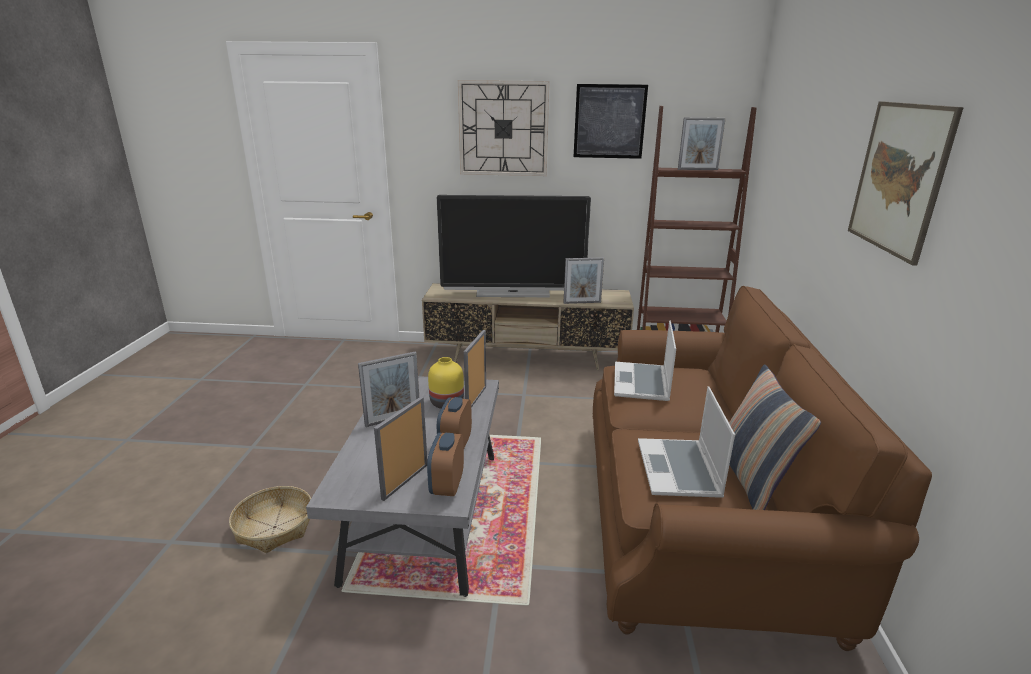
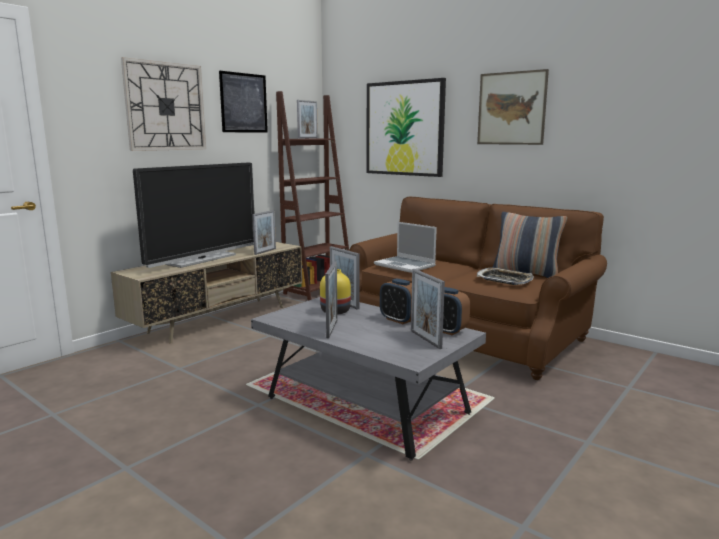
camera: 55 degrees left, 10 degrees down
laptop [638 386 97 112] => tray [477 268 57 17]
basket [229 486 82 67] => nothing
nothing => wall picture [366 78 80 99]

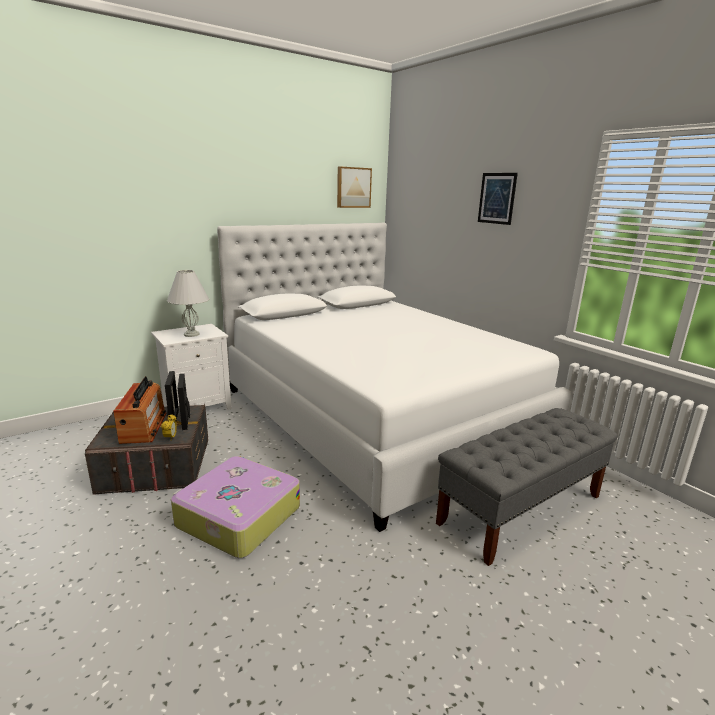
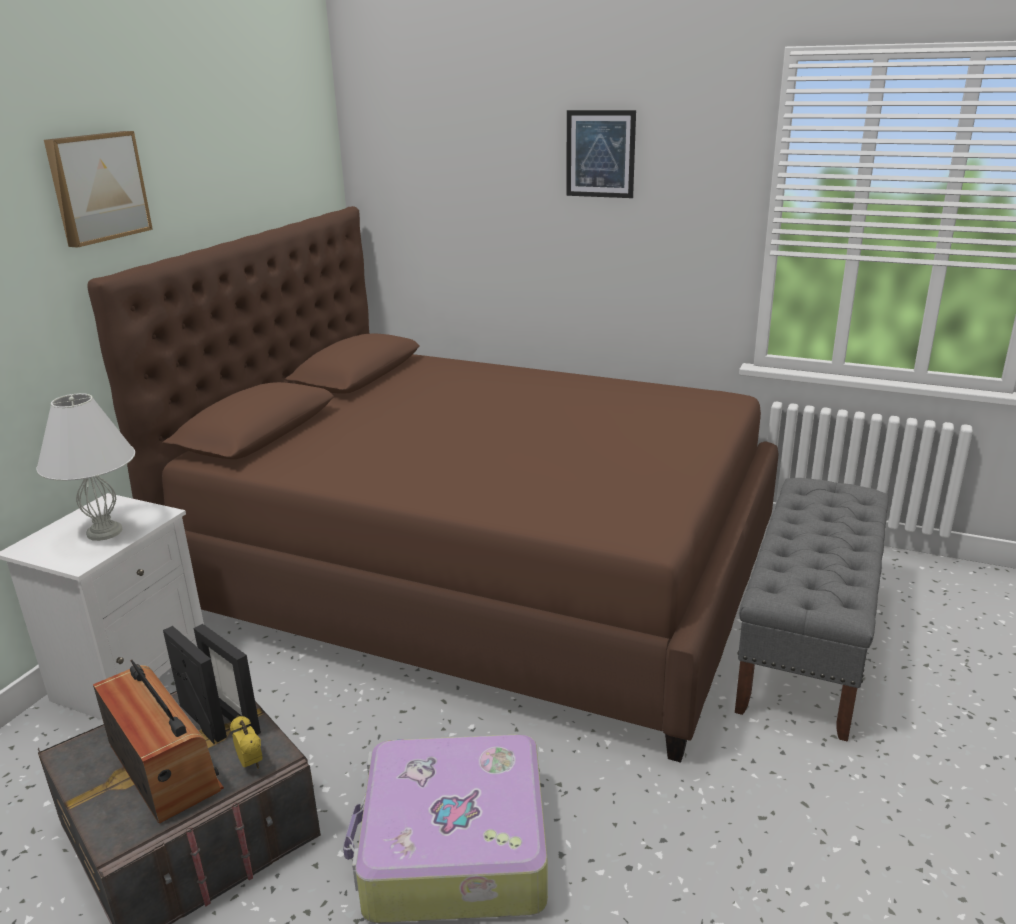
camera: 30 degrees left, 5 degrees up
wall picture [337 167 35 41] => wall picture [44 131 109 117], move
bedroom bed in whitish [217 223 355 309] => bedroom bed in brown-coloured [87 206 692 557]

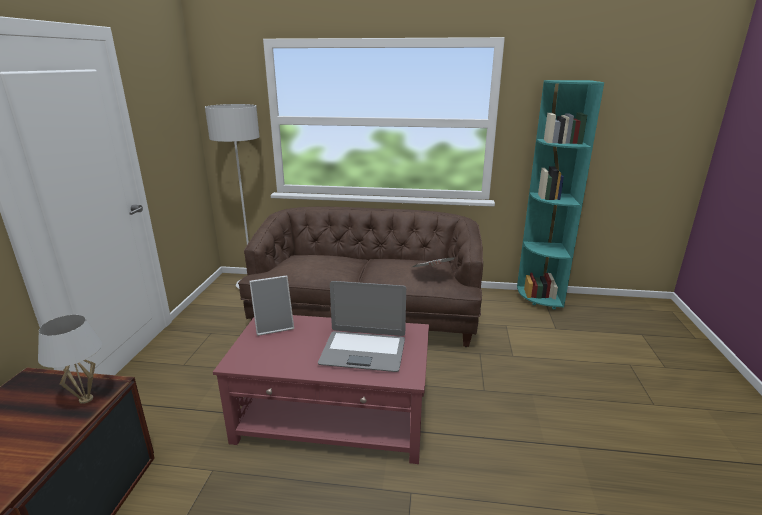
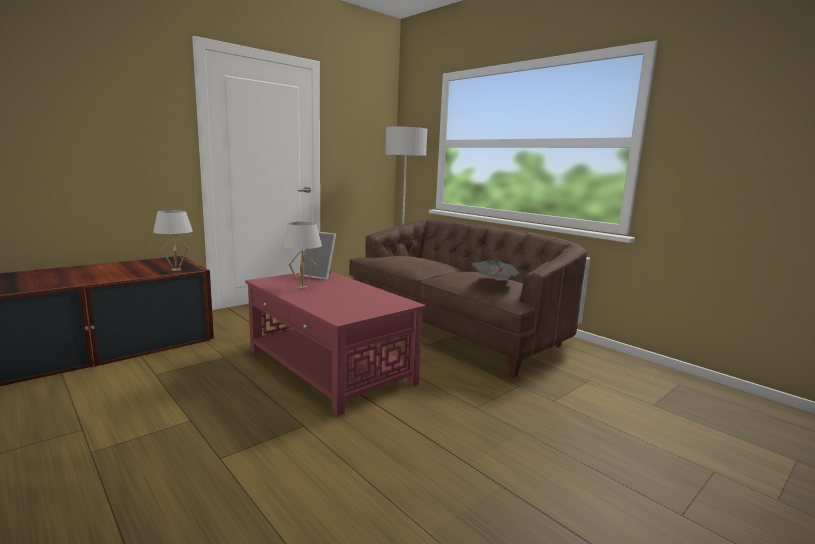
camera: 40 degrees right, 10 degrees down
bookcase in turquoise [517 80 87 230] => nothing
laptop [318 281 88 91] => nothing
nothing => lamp for a table in whitish [282 222 40 67]

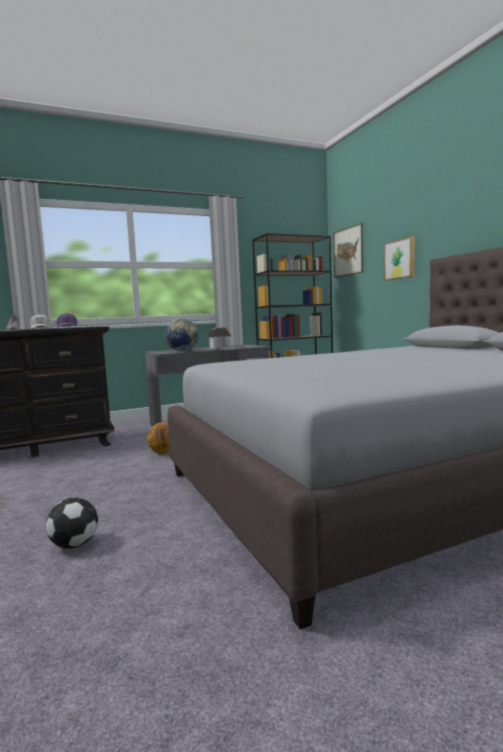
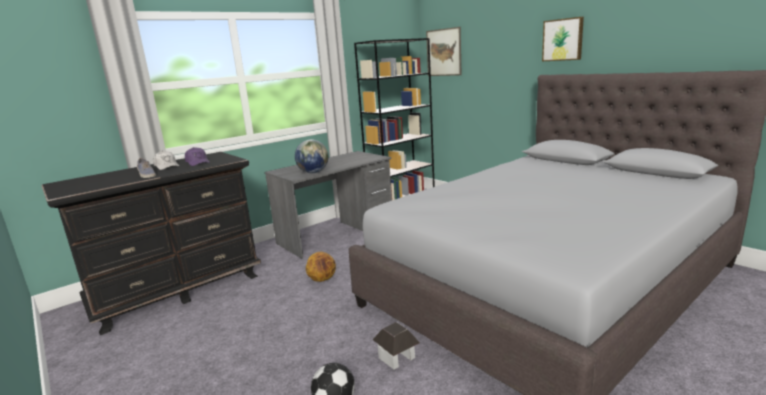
camera: 15 degrees left, 10 degrees up
wall picture [384 237 31 43] => wall picture [542 17 42 44], move
miniature house [207 327 24 22] => miniature house [372 322 48 48], move

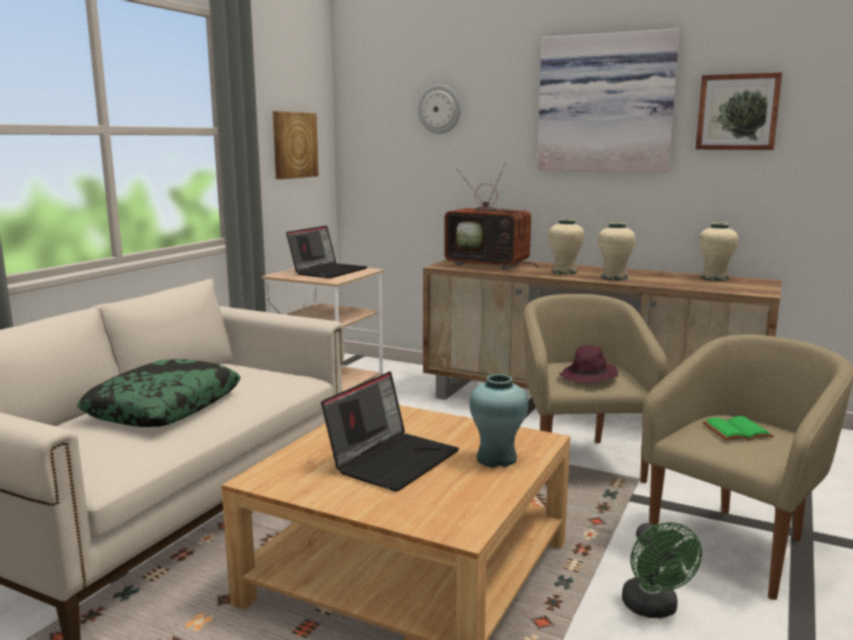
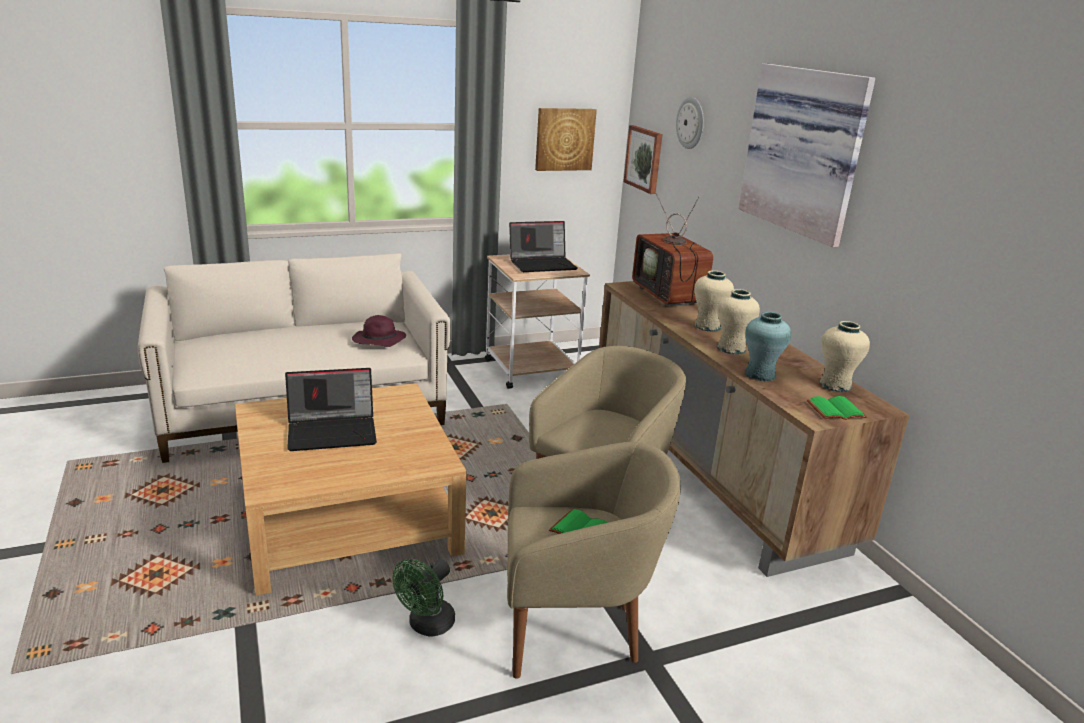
camera: 40 degrees right, 10 degrees up
wall picture [696 72 86 78] => wall picture [624 125 39 69], move
clothing hat in purple [558 345 60 38] => clothing hat in purple [352 315 54 32], move
pillow [77 359 164 68] => nothing
flower vase in turquoise [470 374 58 94] => flower vase in turquoise [745 312 46 69], move
nothing => volume in greenish [807 396 60 24]

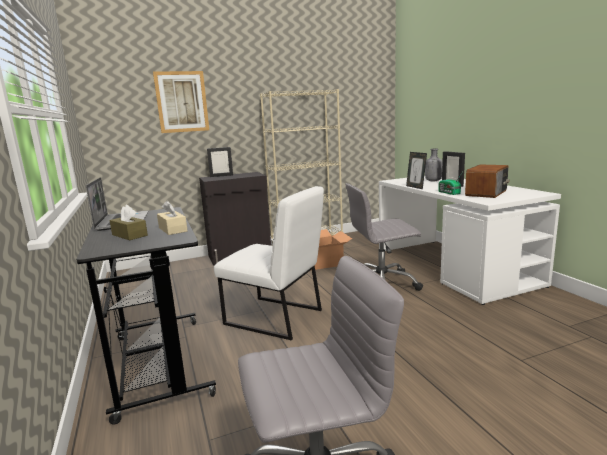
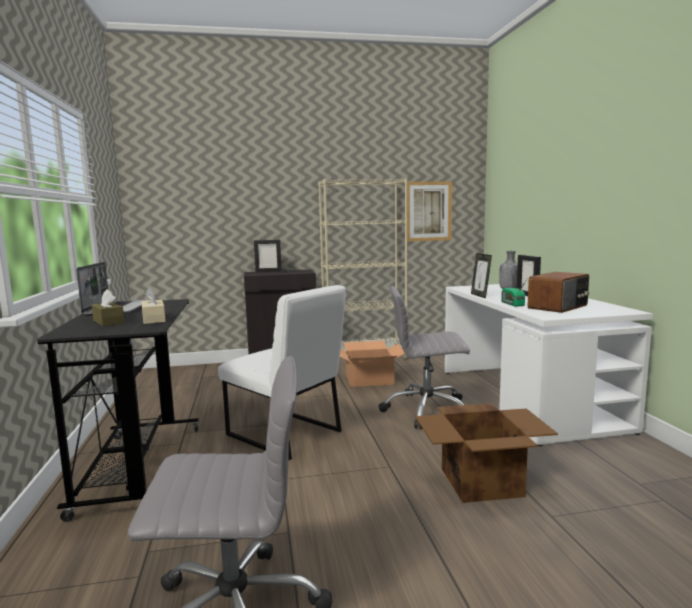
camera: 10 degrees right, 5 degrees down
wall picture [153 71 56 62] => wall picture [407 181 45 61], move
nothing => carton [415 403 143 100]

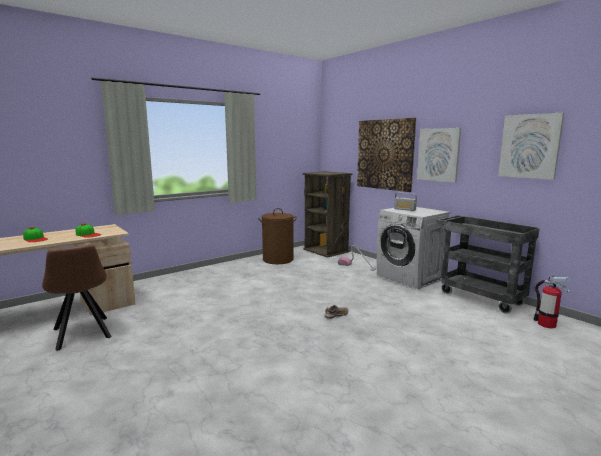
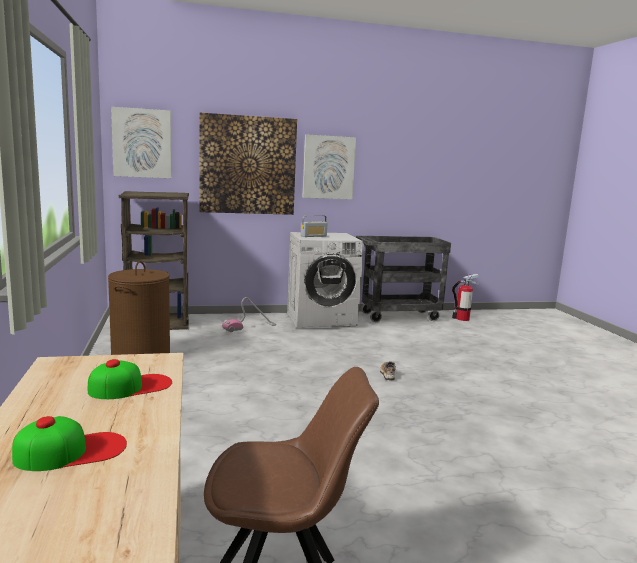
camera: 65 degrees left, 0 degrees up
wall picture [498 113 66 67] => wall picture [111 107 60 71], move

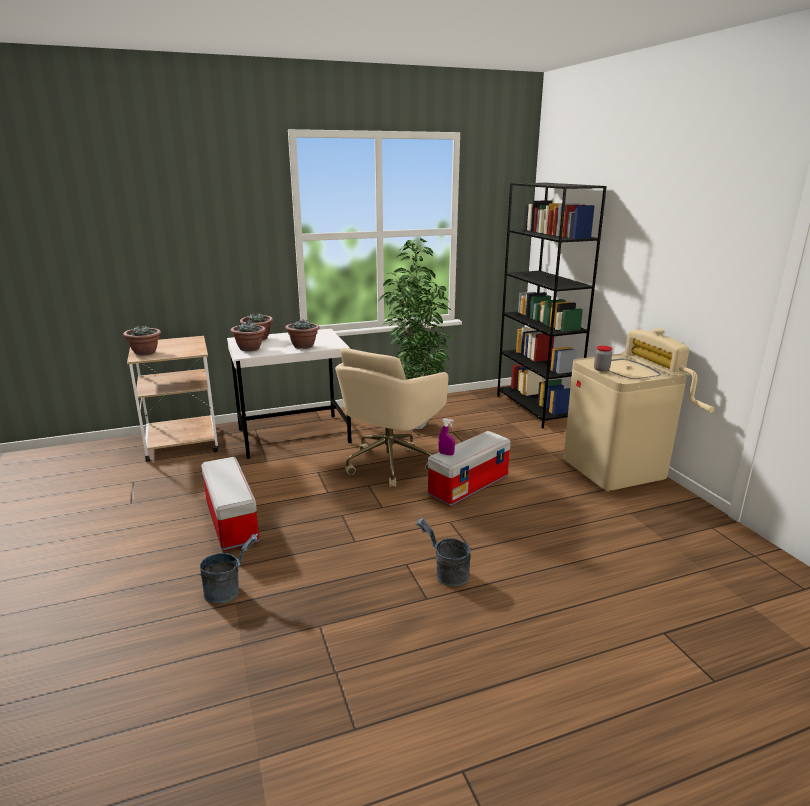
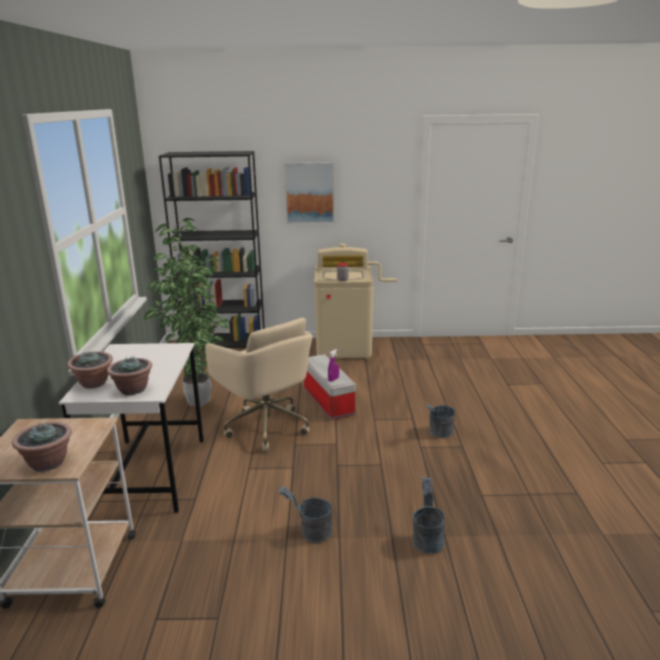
camera: 70 degrees left, 0 degrees up
houseplant [285 320 35 29] => nothing
storage container [201 457 58 94] => bucket in greyish [278 486 54 57]
nothing => wall picture [284 162 50 62]

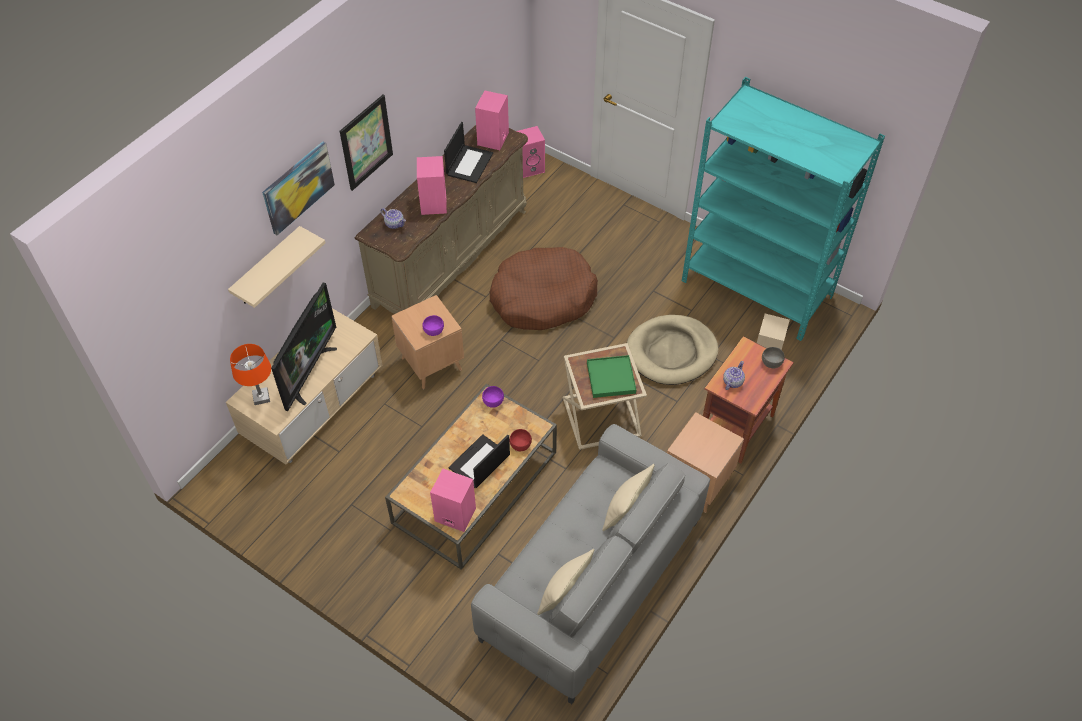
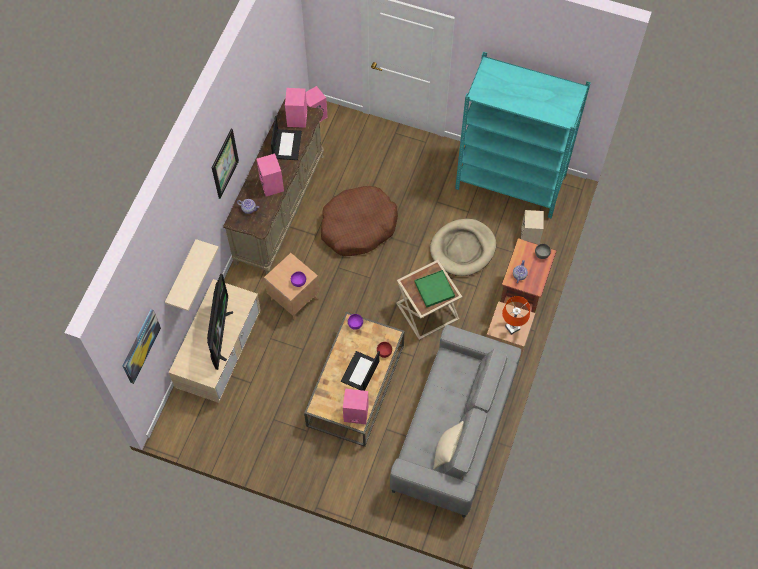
camera: 15 degrees left, 10 degrees up
wall picture [262 142 73 93] => wall picture [123 309 38 75], move
lamp for a table in orange-coloured [230 344 41 61] => lamp for a table in orange-coloured [502 296 28 39], move
pillow in sand-coloured [602 464 53 67] => nothing

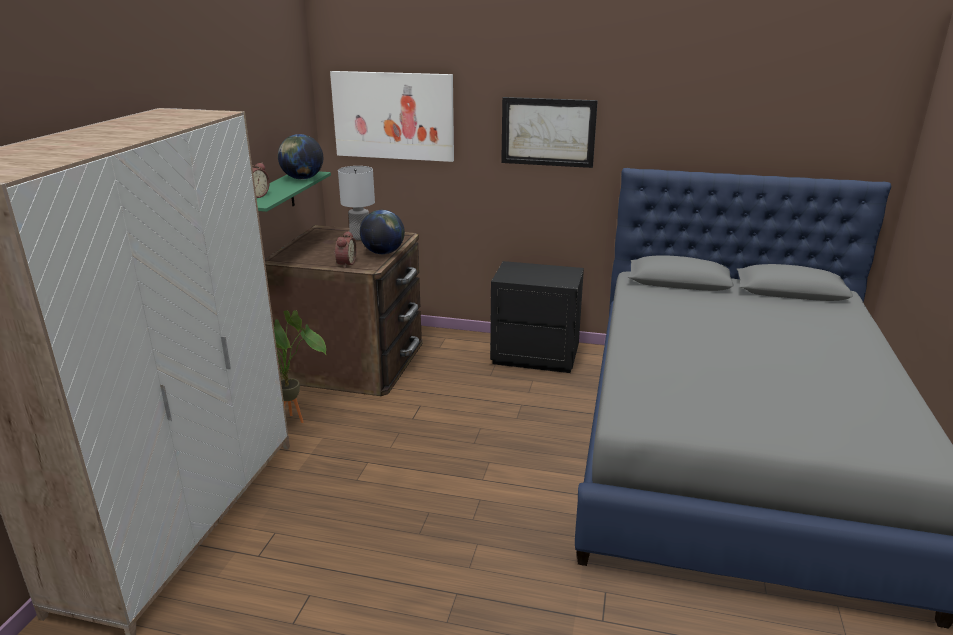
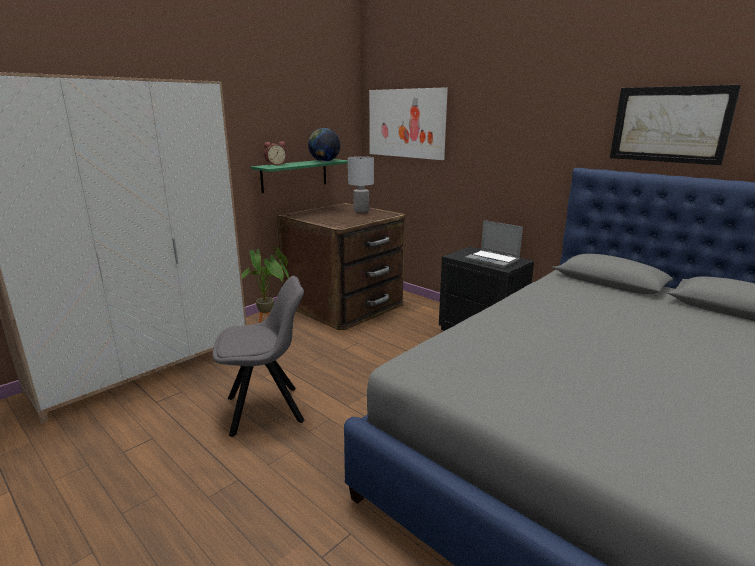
camera: 30 degrees right, 5 degrees down
wall picture [501 97 97 71] => wall picture [610 85 131 80], move
desk globe [360 210 45 44] => nothing
bedside clock [334 231 23 37] => nothing
nothing => laptop [465 220 58 48]
nothing => plain chair in greyish [213 276 92 161]

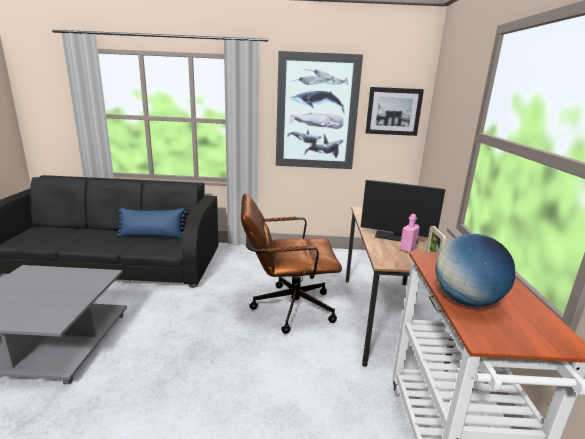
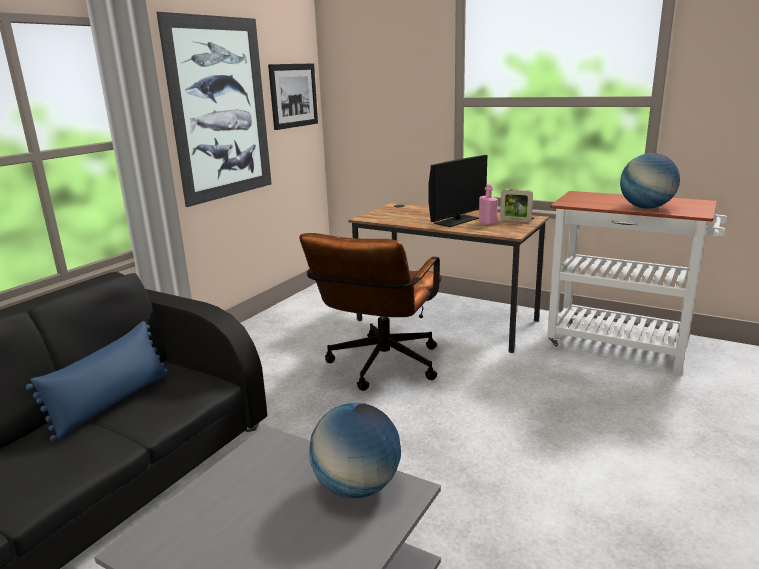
camera: 60 degrees left, 0 degrees up
nothing => desk globe [309 403 92 95]

